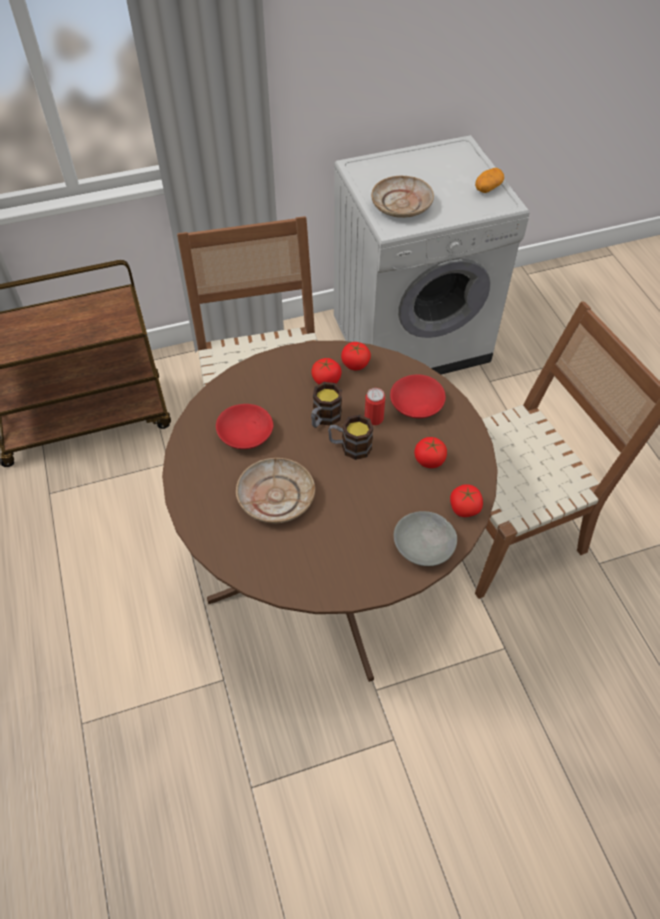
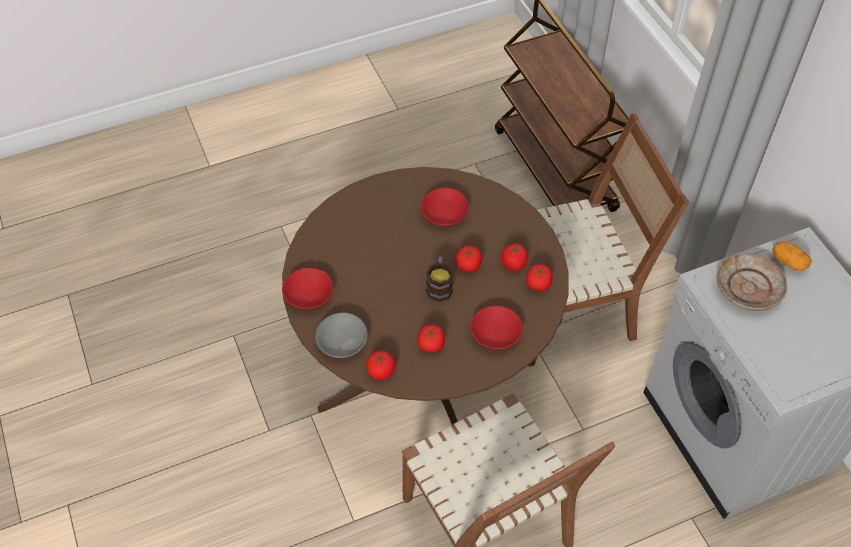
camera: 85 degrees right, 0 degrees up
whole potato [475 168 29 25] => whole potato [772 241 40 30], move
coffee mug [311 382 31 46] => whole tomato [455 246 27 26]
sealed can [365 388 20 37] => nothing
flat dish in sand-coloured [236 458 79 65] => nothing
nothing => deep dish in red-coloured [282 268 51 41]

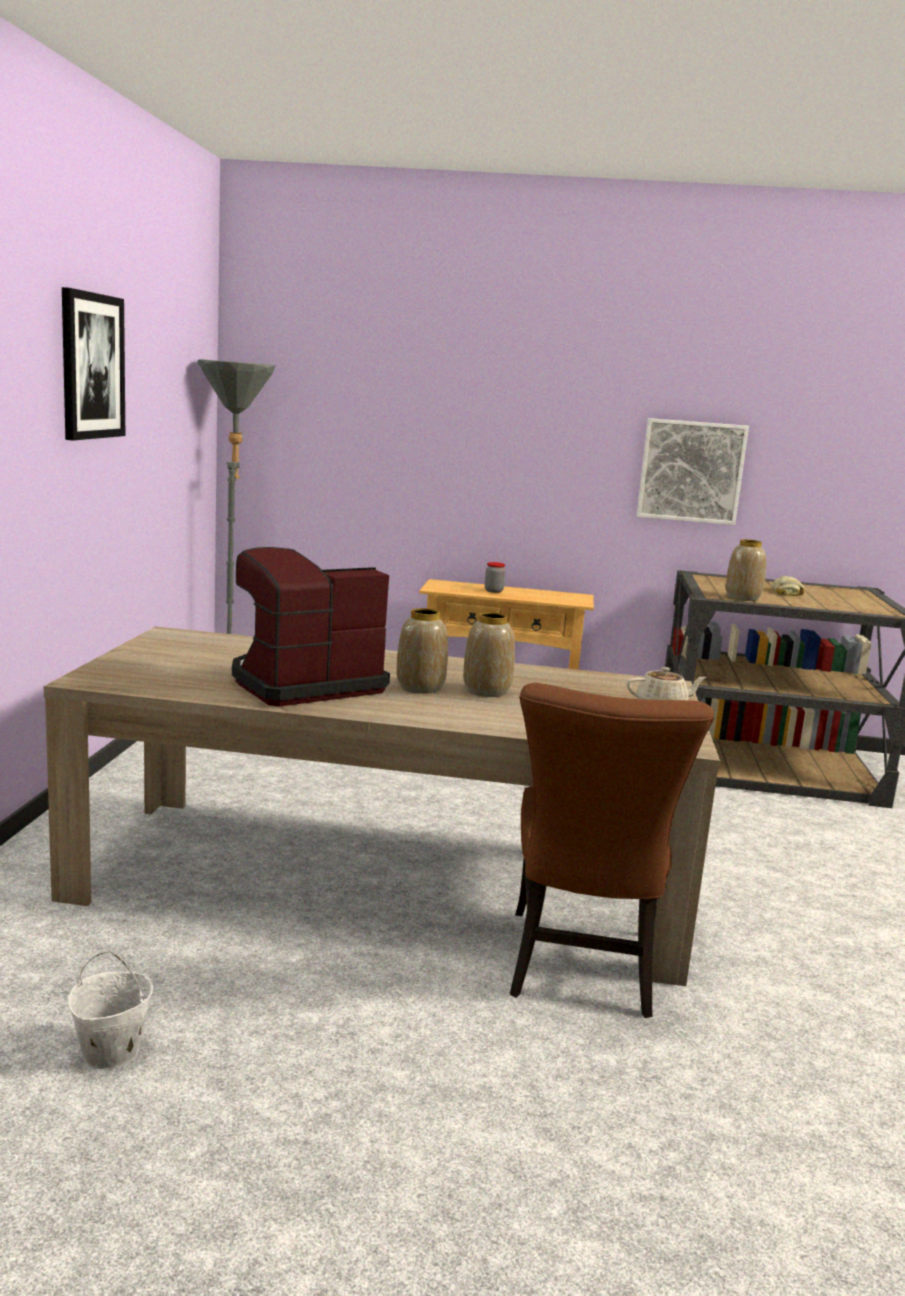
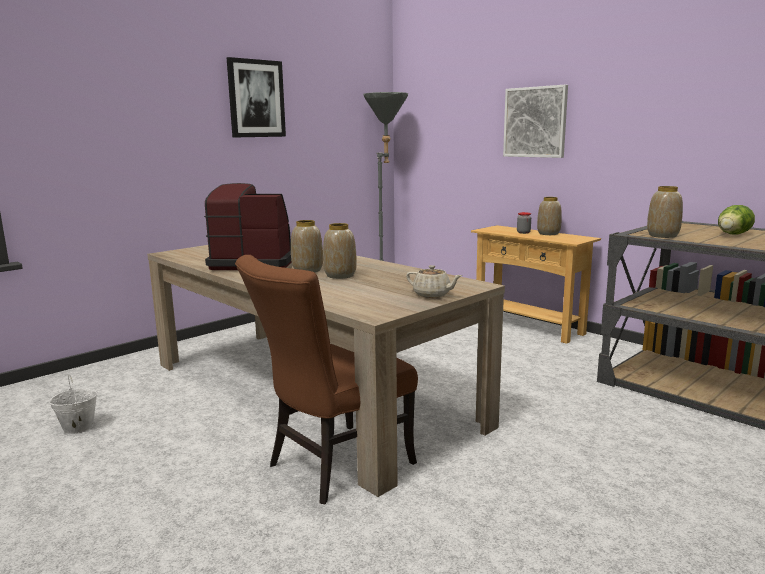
camera: 40 degrees right, 0 degrees up
wall picture [637 418 112 107] => wall picture [503 85 65 73], move
bread [772 576 33 20] => head of lettuce [718 205 37 30]
nothing => flower vase [537 197 25 38]

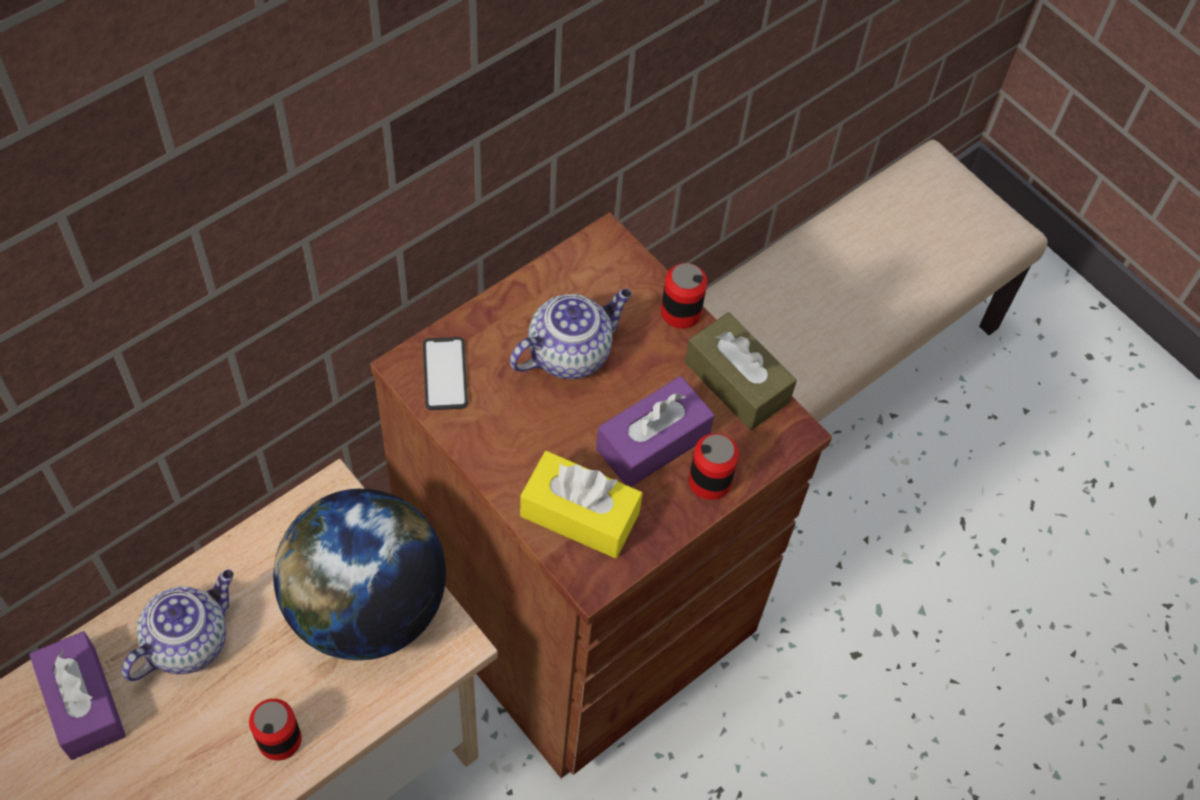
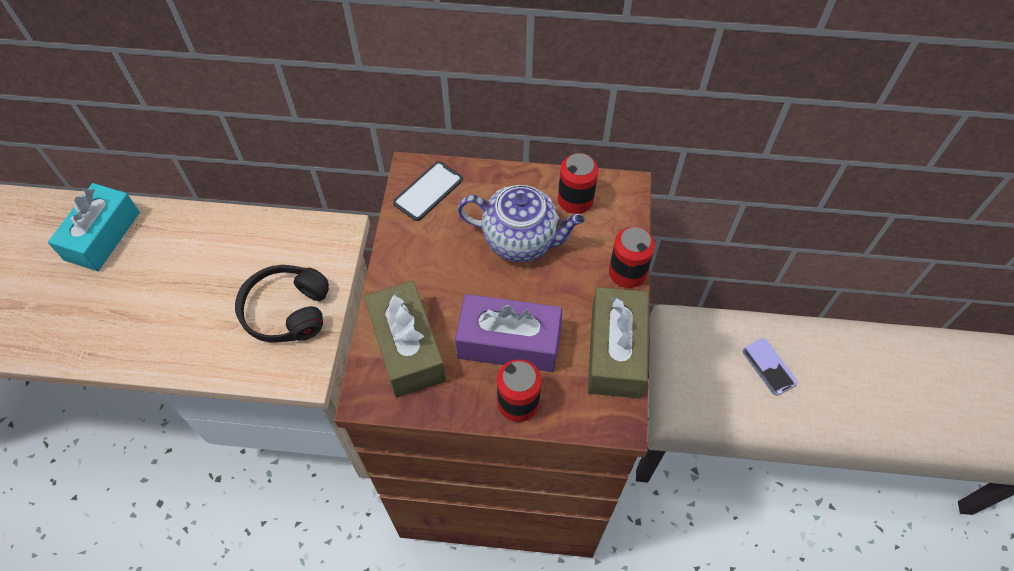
camera: 50 degrees right, 0 degrees up
box of tissues in yellow [520 451 123 107] => box of tissues in brown-coloured [364 280 82 118]
desk globe [273 489 173 171] => pair of headphones in black [235 265 94 78]
pot for tea [122 570 112 111] => nothing
box of tissues in purple [29 631 97 129] => box of tissues in turquoise [48 183 92 88]
sealed can [249 699 53 62] => sealed can [558 153 41 61], move
nothing => telephone [743 338 54 58]

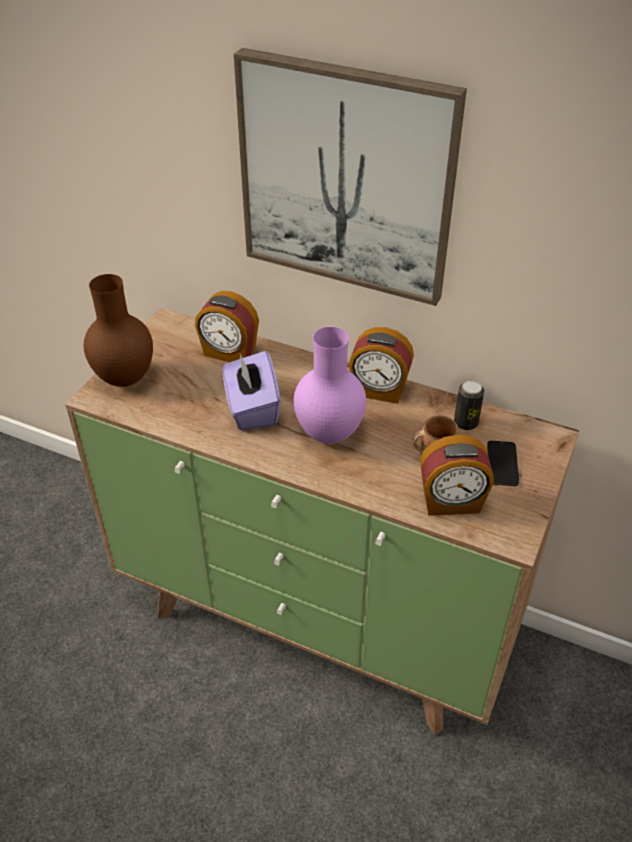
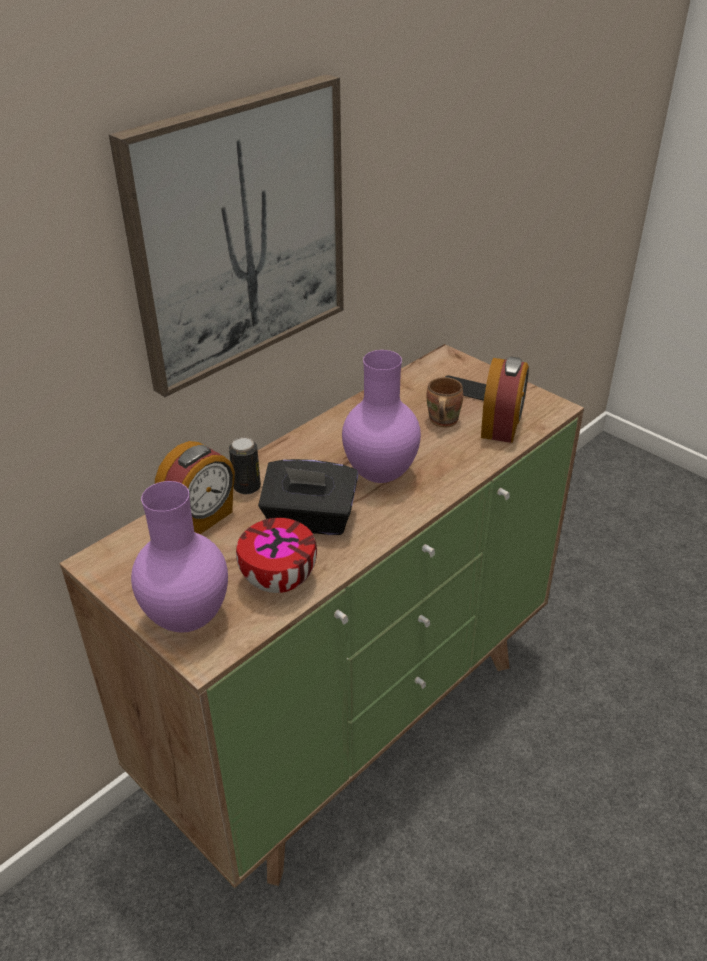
camera: 70 degrees left, 5 degrees down
flower vase in brown-coloured [84 274 69 113] => flower vase in purple [131 481 97 152]
bedside clock [348 327 66 77] => nothing
box of tissues in purple [223 351 58 79] => box of tissues in black [258 459 101 76]
sealed can [454 380 30 50] => sealed can [229 437 32 57], move
nothing => deep dish [236 518 81 75]

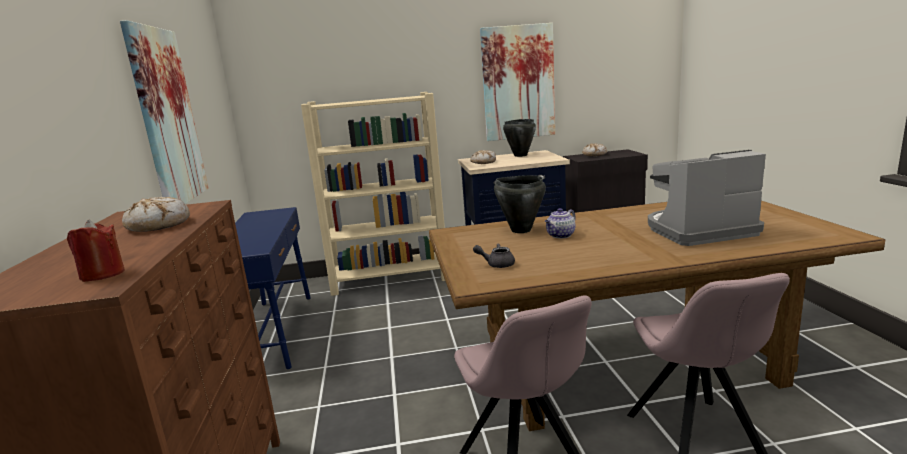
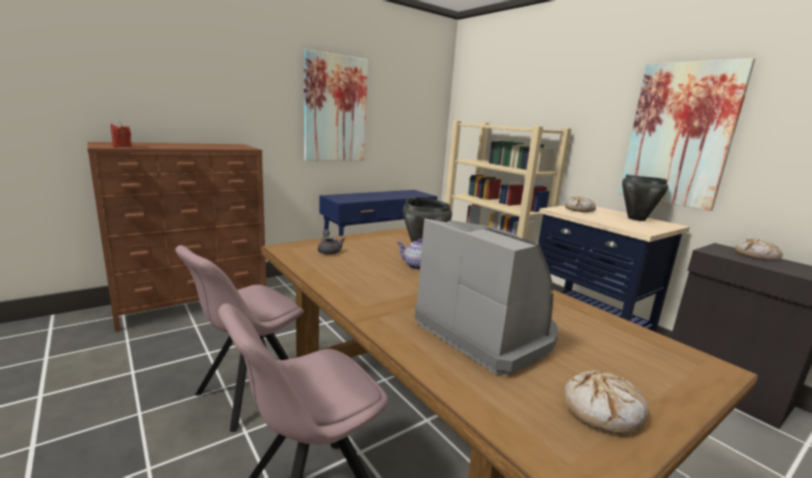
camera: 60 degrees right, 0 degrees up
bread [122 197 68 35] => bread [564 370 85 65], move

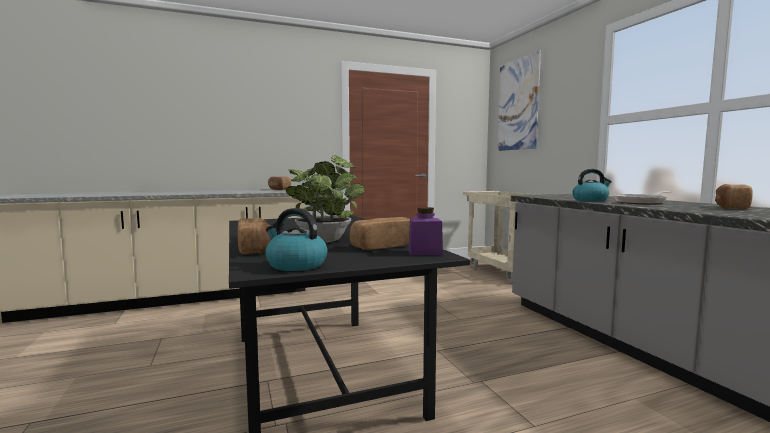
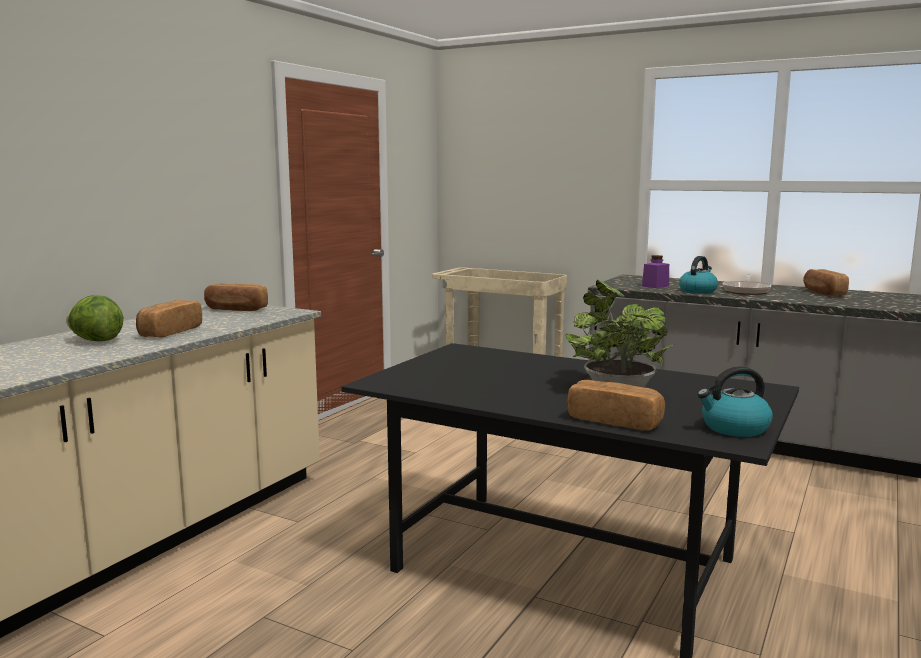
camera: 40 degrees left, 5 degrees up
wall picture [497 51 44 100] => nothing
jar in purple [408 207 35 48] => jar in purple [642 255 27 33], move
bread [349 217 61 33] => bread [136 300 66 38], move
nothing => head of lettuce [66 295 57 46]

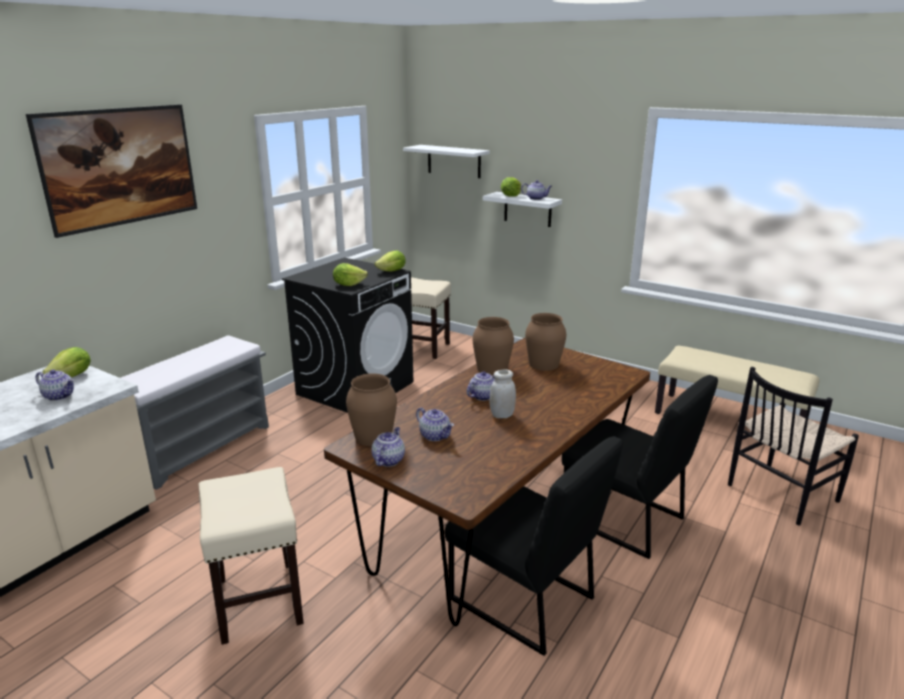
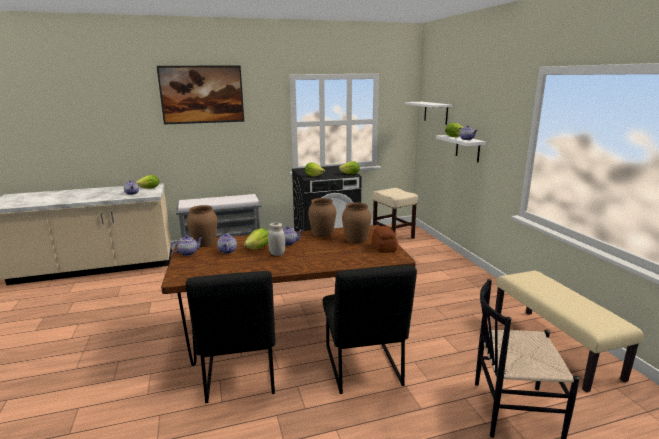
camera: 40 degrees right, 5 degrees down
stool in sand-coloured [199 467 105 178] => nothing
nothing => bread [371 226 27 27]
nothing => head of lettuce [244 228 25 21]

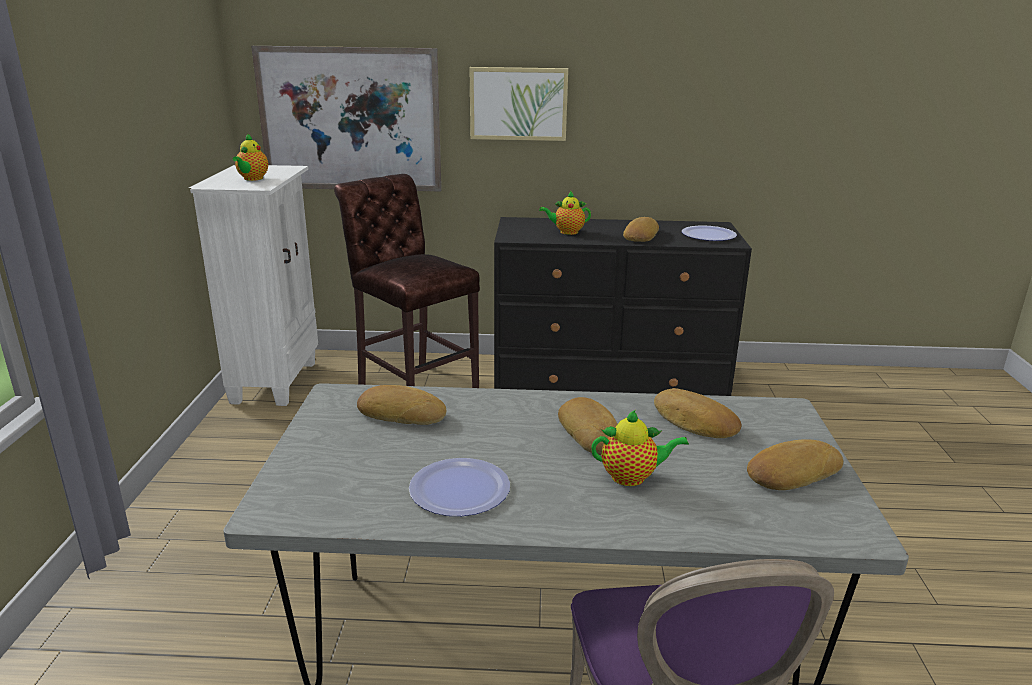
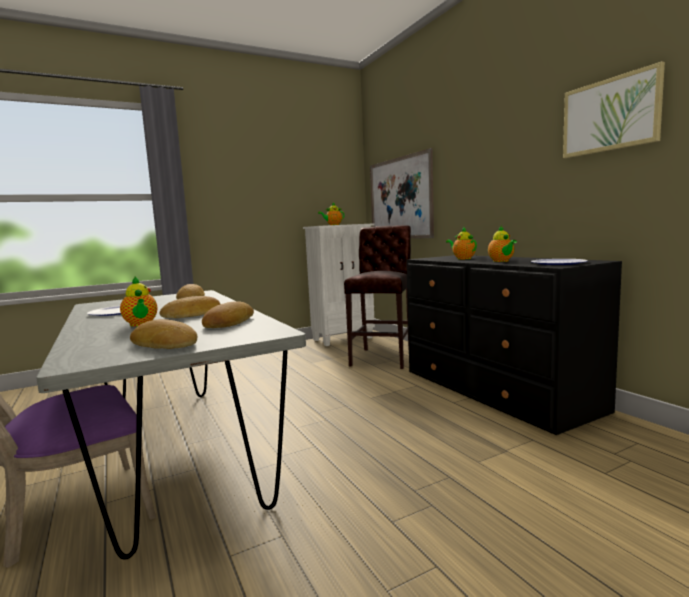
camera: 60 degrees right, 15 degrees down
wall picture [469 67 99 74] => wall picture [563 61 102 97], move
bread [623 217 36 25] => pot for tea [488 225 29 37]

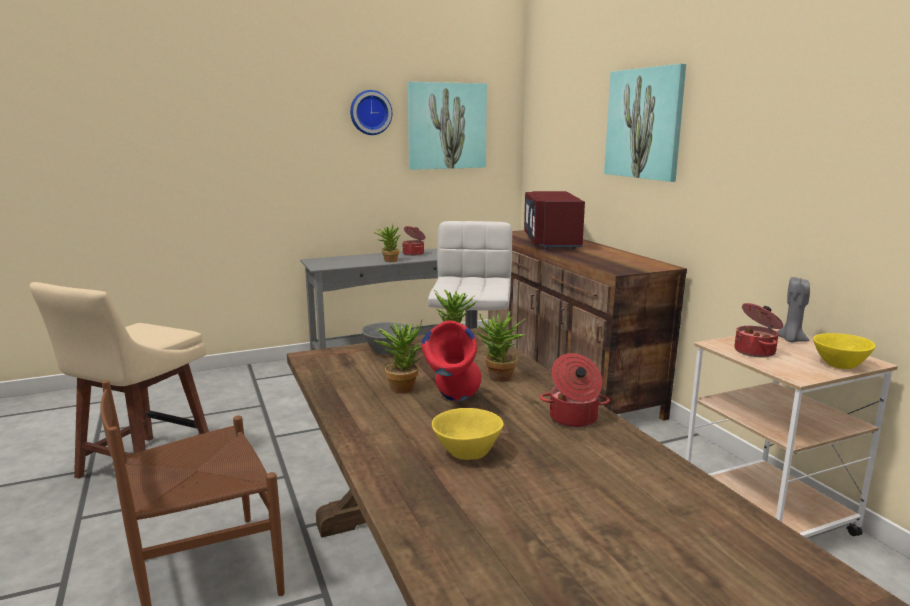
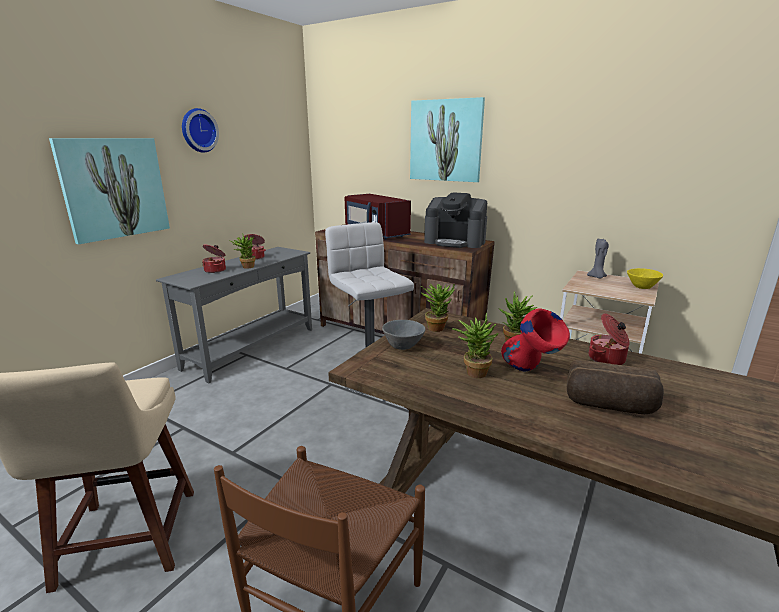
camera: 35 degrees left, 5 degrees up
wall picture [407 82 80 88] => wall picture [49 138 121 106], move
saucepot [735 303 48 55] => saucepot [202 245 24 28], move
deep dish in yellow [432 408 72 52] => bread [567 360 97 54]
nothing => coffee machine [424 193 63 55]

